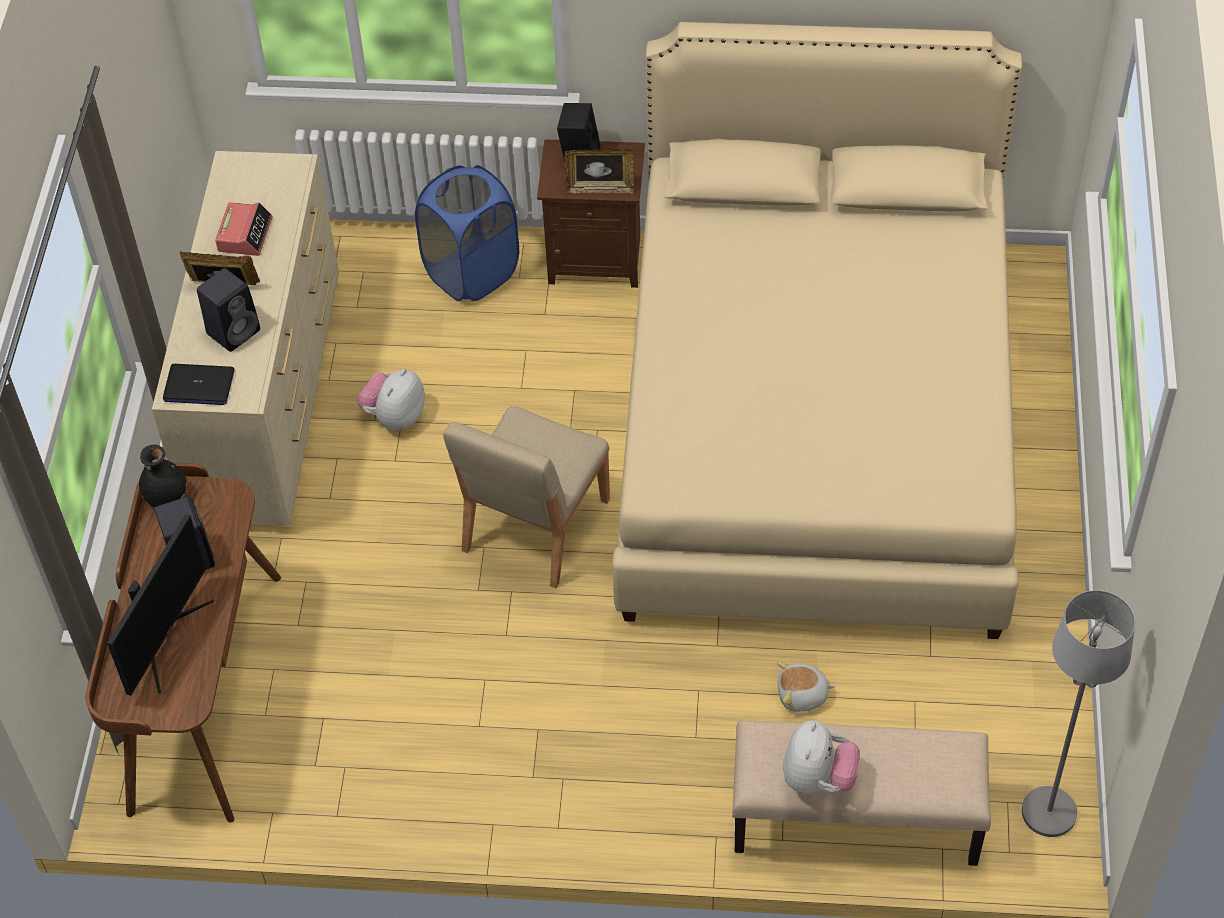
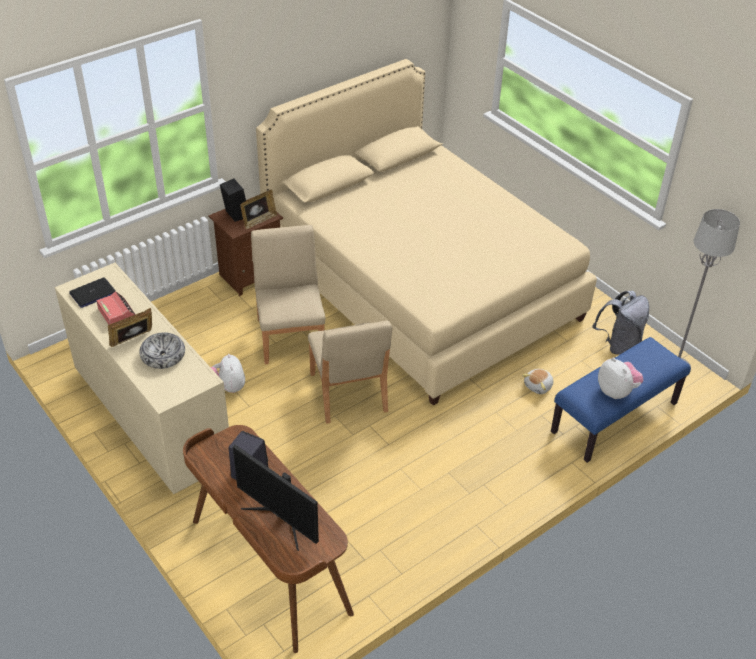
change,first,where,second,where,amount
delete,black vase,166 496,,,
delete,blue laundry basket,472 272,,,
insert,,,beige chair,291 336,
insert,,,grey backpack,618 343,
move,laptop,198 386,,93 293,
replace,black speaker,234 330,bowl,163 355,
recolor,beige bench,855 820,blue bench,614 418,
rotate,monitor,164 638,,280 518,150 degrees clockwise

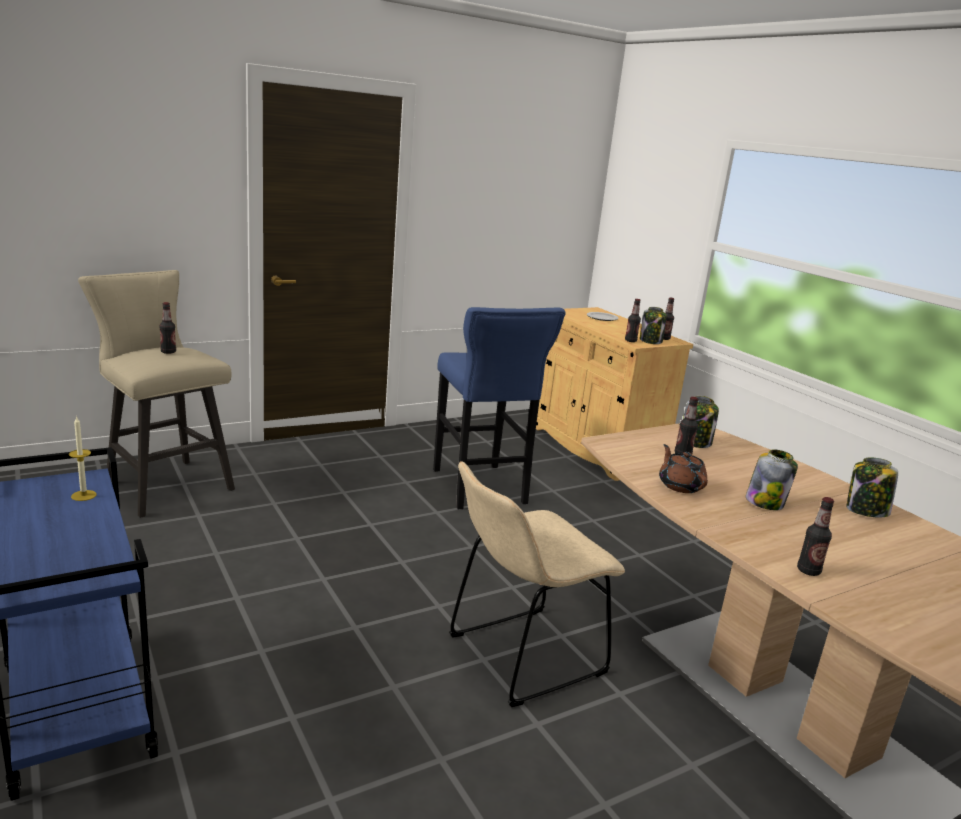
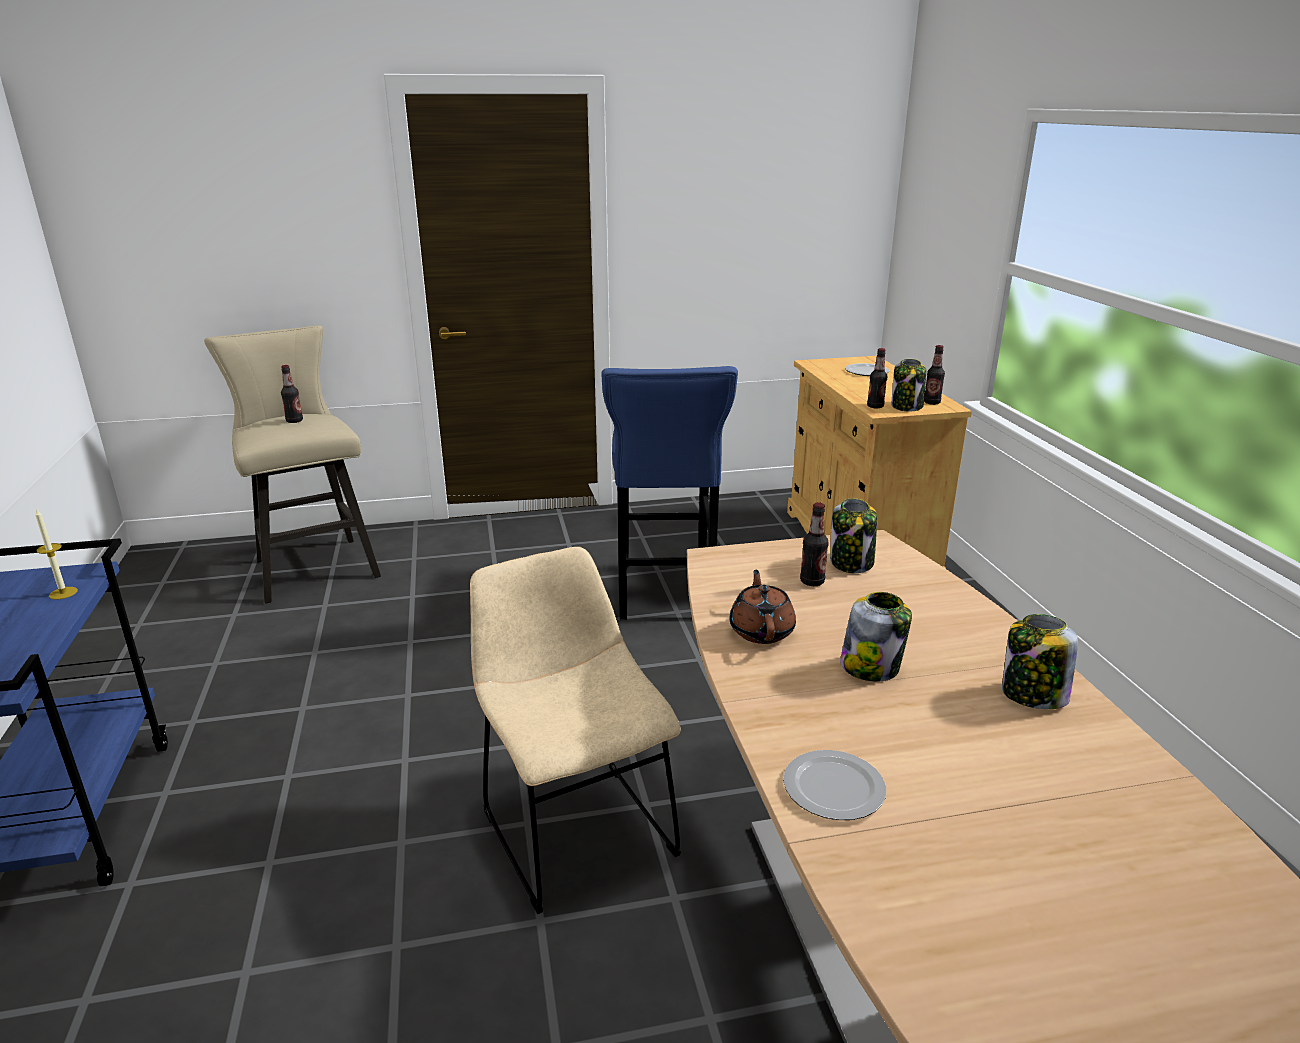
change,first,where,second,where,amount
replace,bottle,808 571,plate,835 787,
rotate,beige chair,519 657,,574 826,75 degrees clockwise

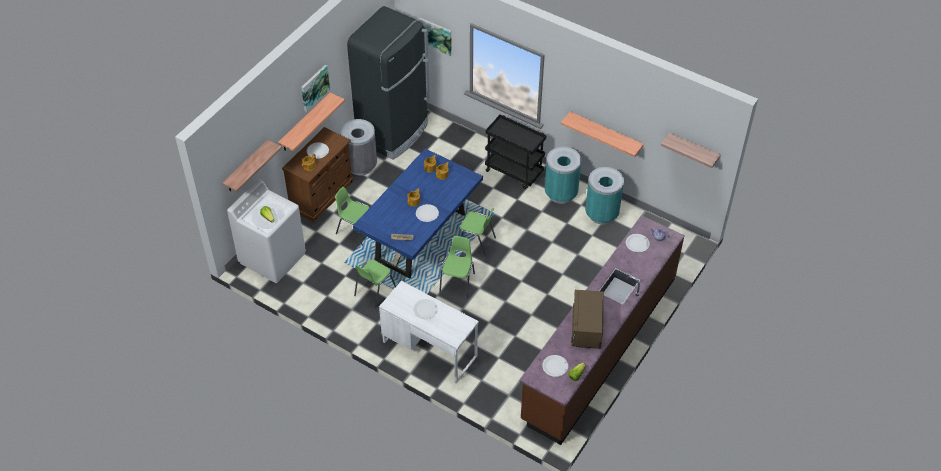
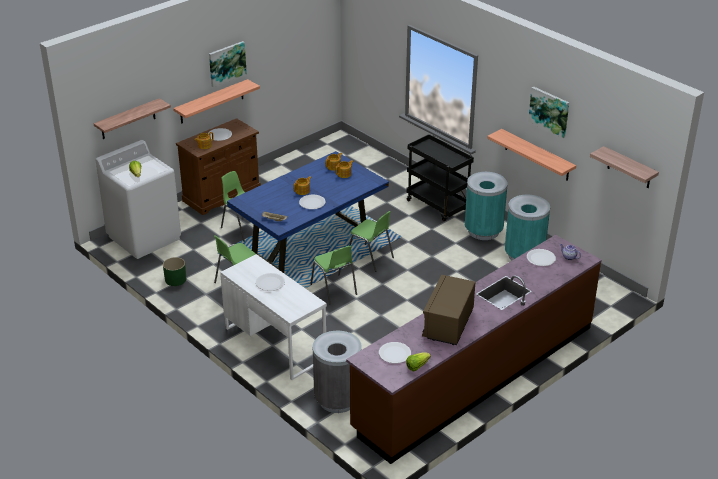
change,first,where,second,where,amount
delete,black fridge,393 133,,,
insert,,,green planter,176 279,
move,grey trash can,360 165,,337 399,
move,picture,436 36,,549 111,
rotate,green chair,458 282,,334 290,120 degrees clockwise

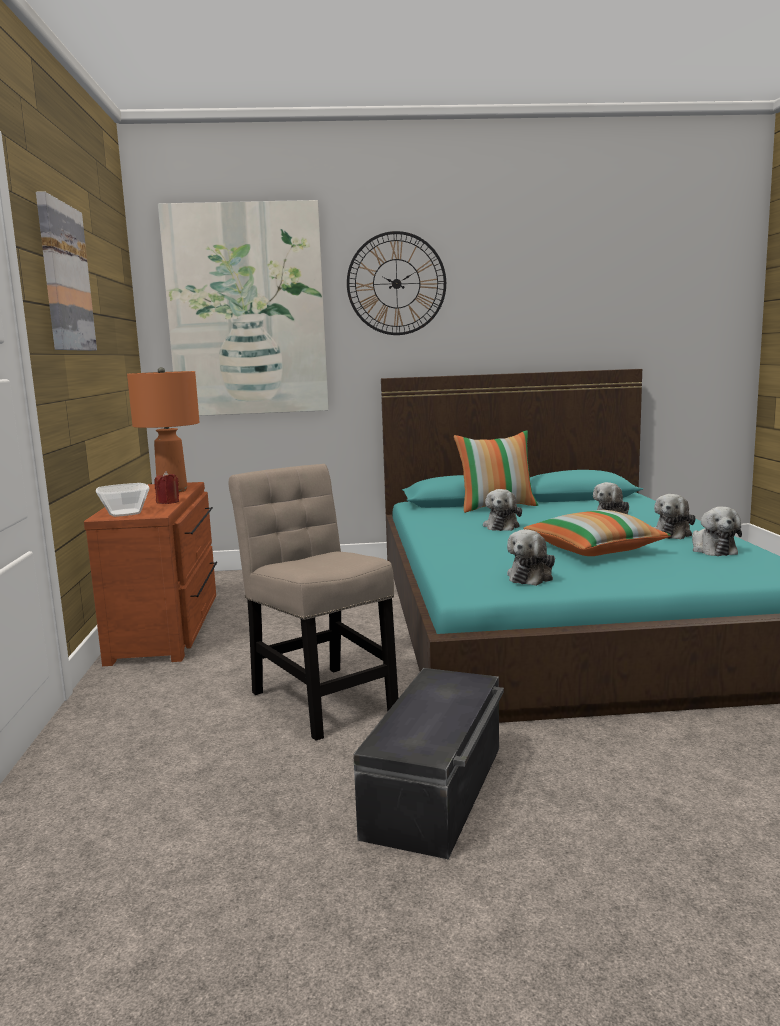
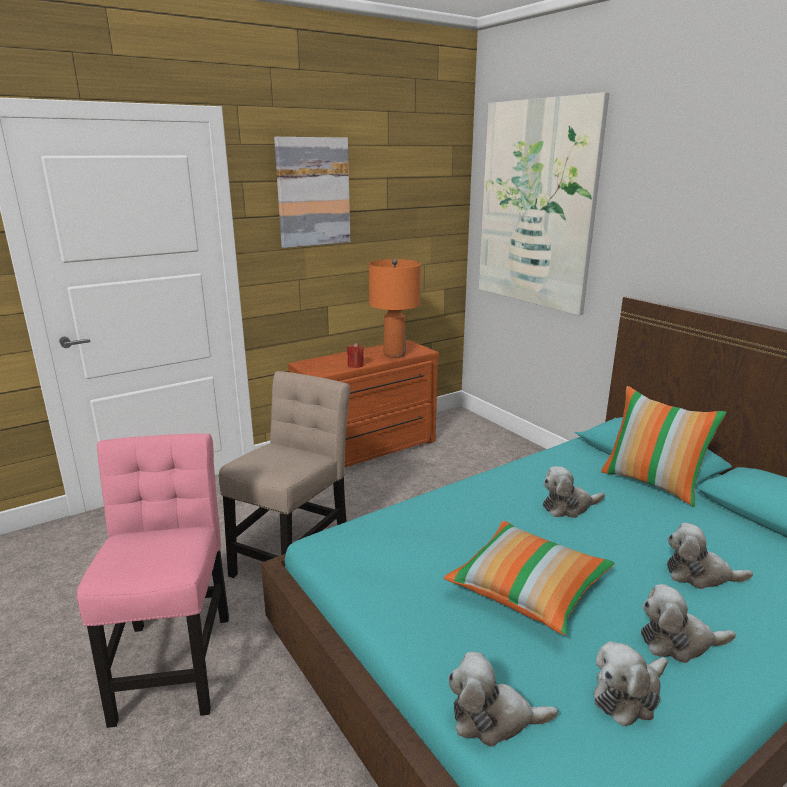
change,first,where,second,where,amount
delete,bowl,125 513,,,
delete,wall clock,396 283,,,
move,plush toy,532 576,,493 718,
replace,black storage box,438 790,pink chair,174 659,

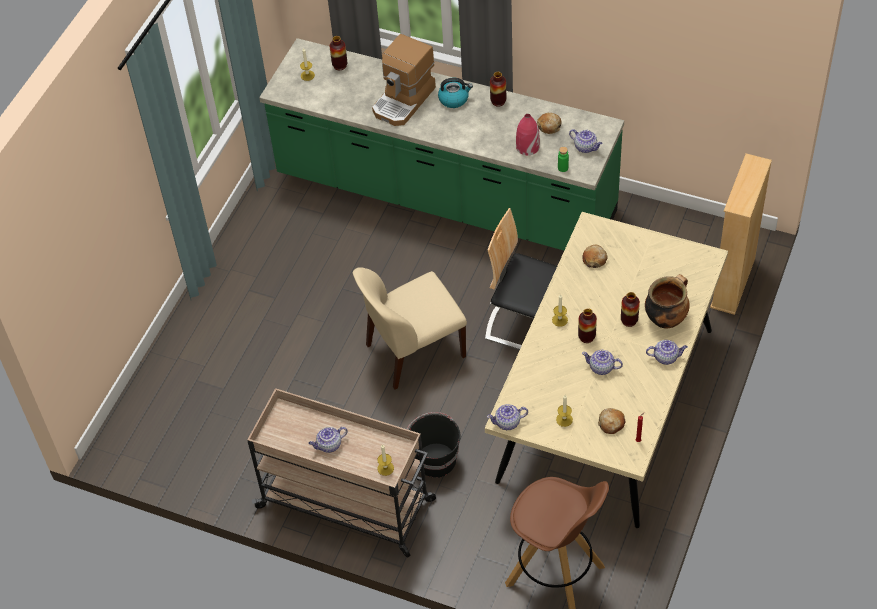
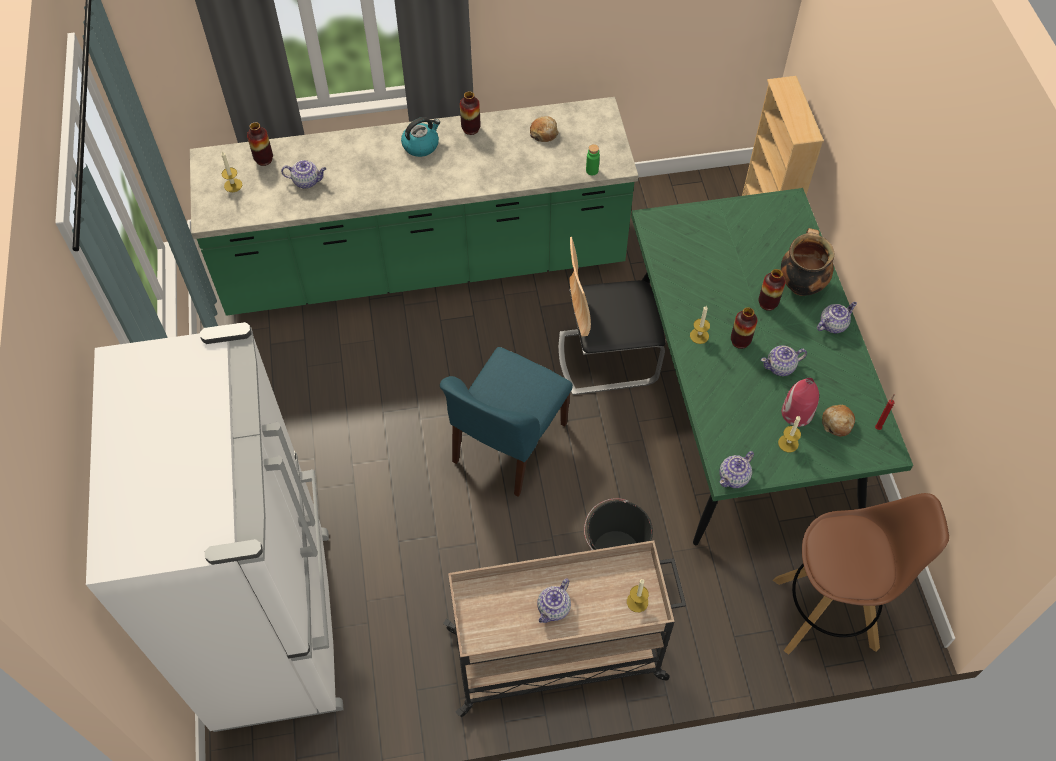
change,first,where,second,where,amount
delete,coffee machine,404 101,,,
delete,bread,594 259,,,
insert,,,white fridge,277 626,
move,red vase,527 147,,796 413,
move,teapot,586 147,,307 181,
recolor,beige chair,413 351,blue chair,508 444,
recolor,beige dining table,606 405,green dining table,740 405,

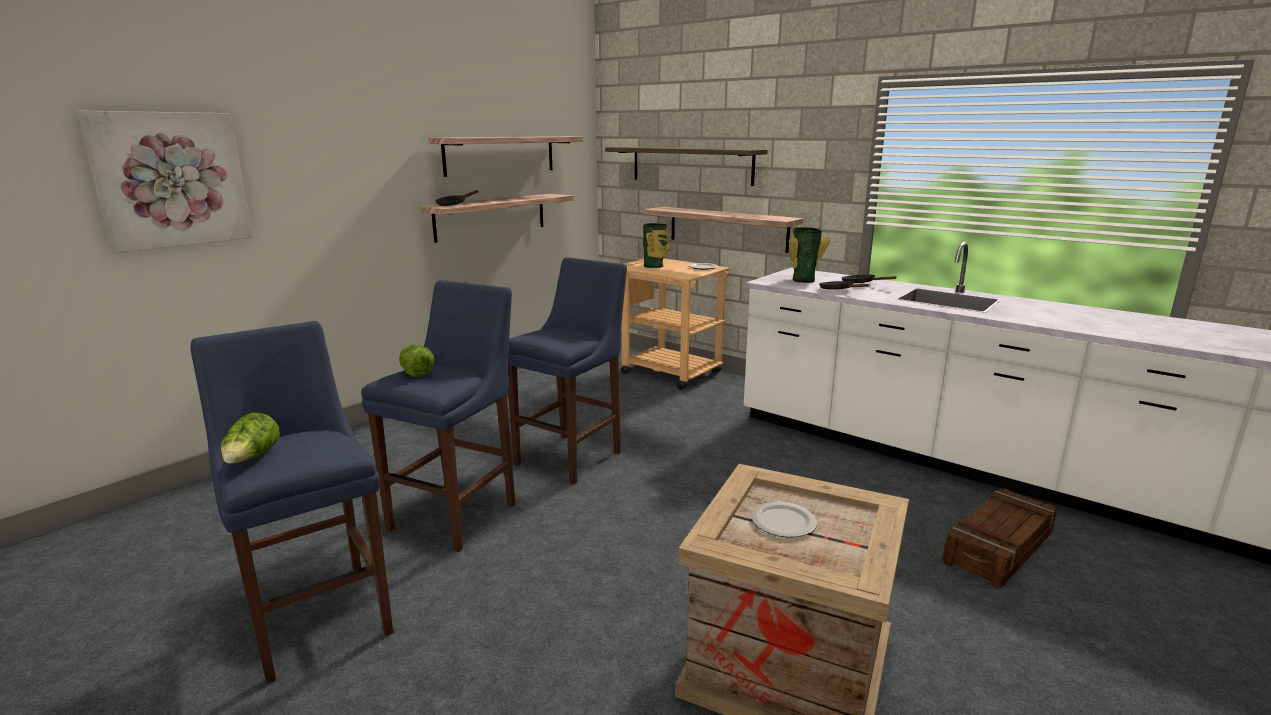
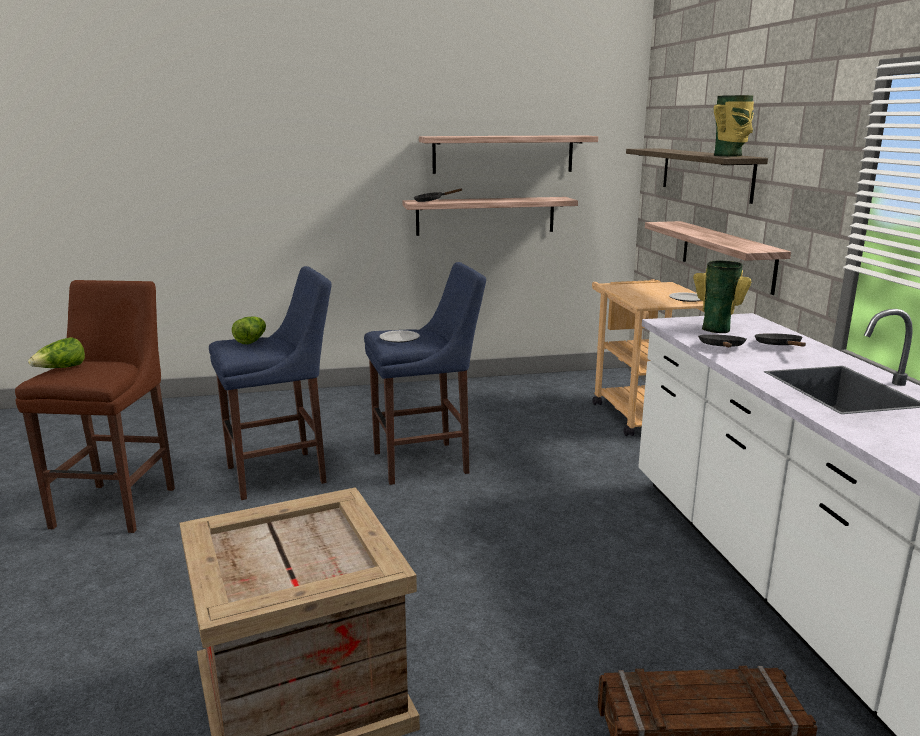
change,first,where,second,where,amount
delete,picture,170 180,,,
move,vase,655 266,,729 155,
move,plate,784 522,,400 338,
recolor,blue stool,318 617,brown stool,119 504,

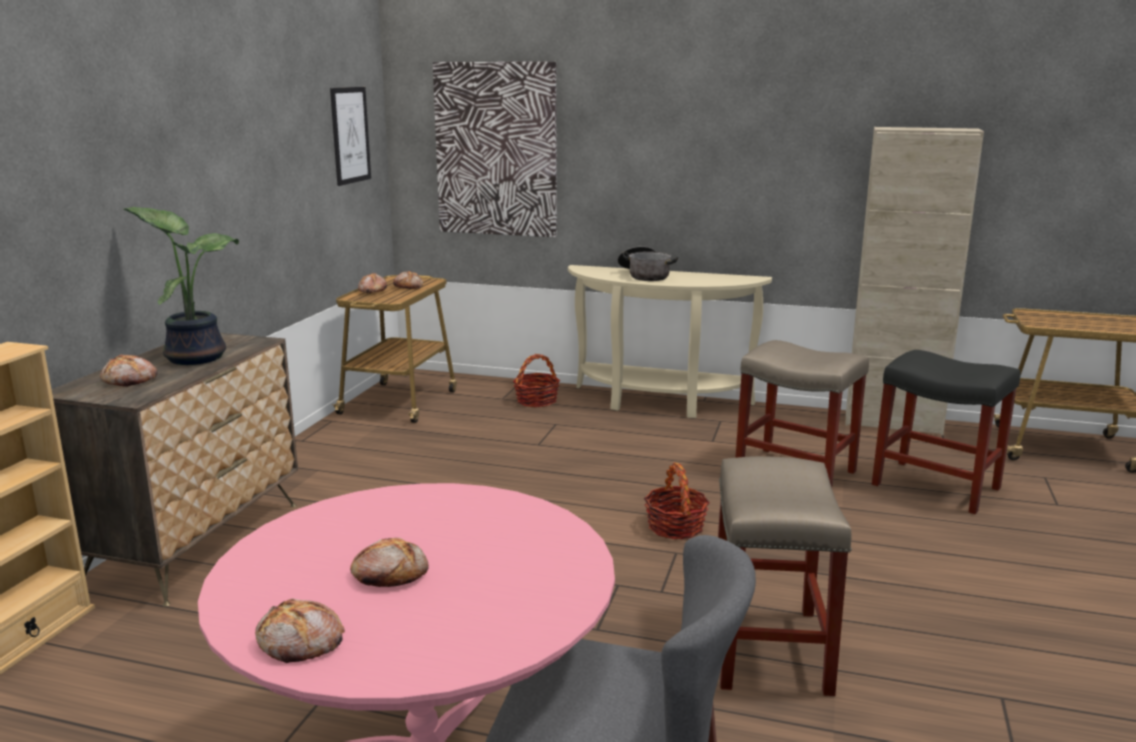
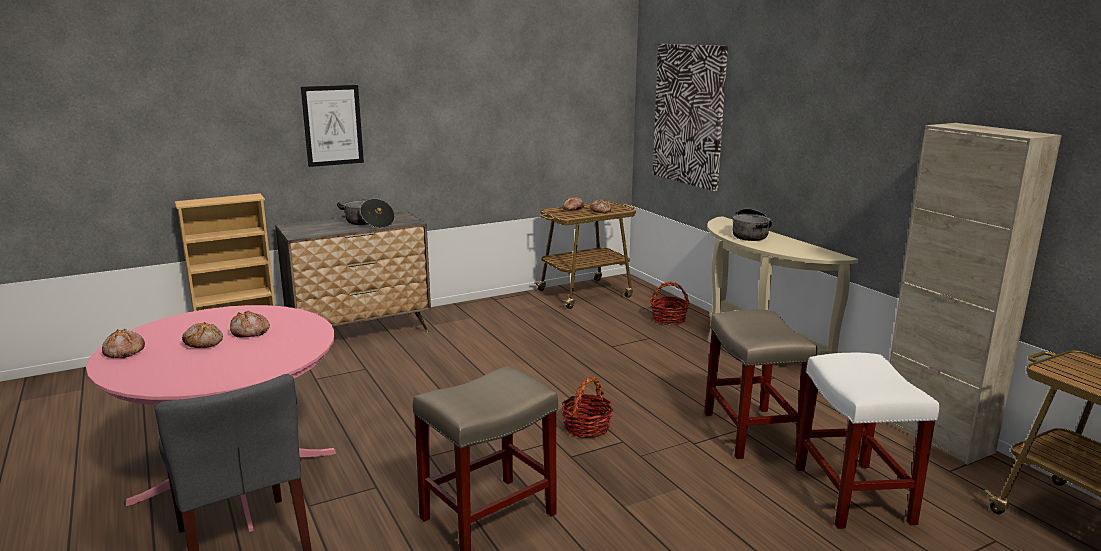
change,first,where,second,where,amount
move,bread,130 380,,249 332,
move,picture,350 135,,333 125,
replace,potted plant,196 357,cooking pot,368 223,
recolor,black stool,937 487,white stool,854 496,

